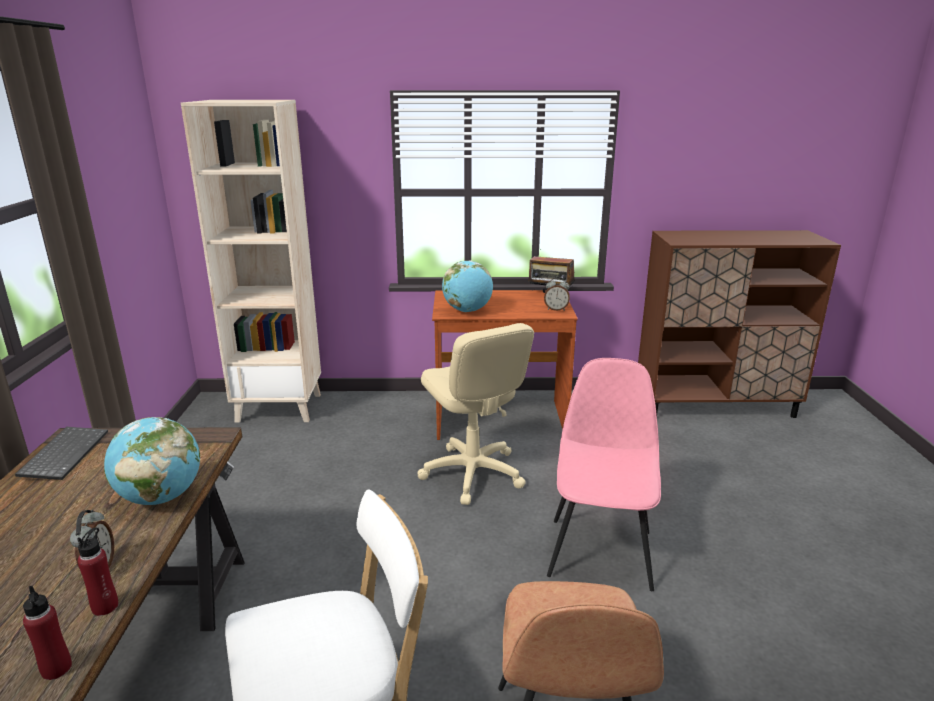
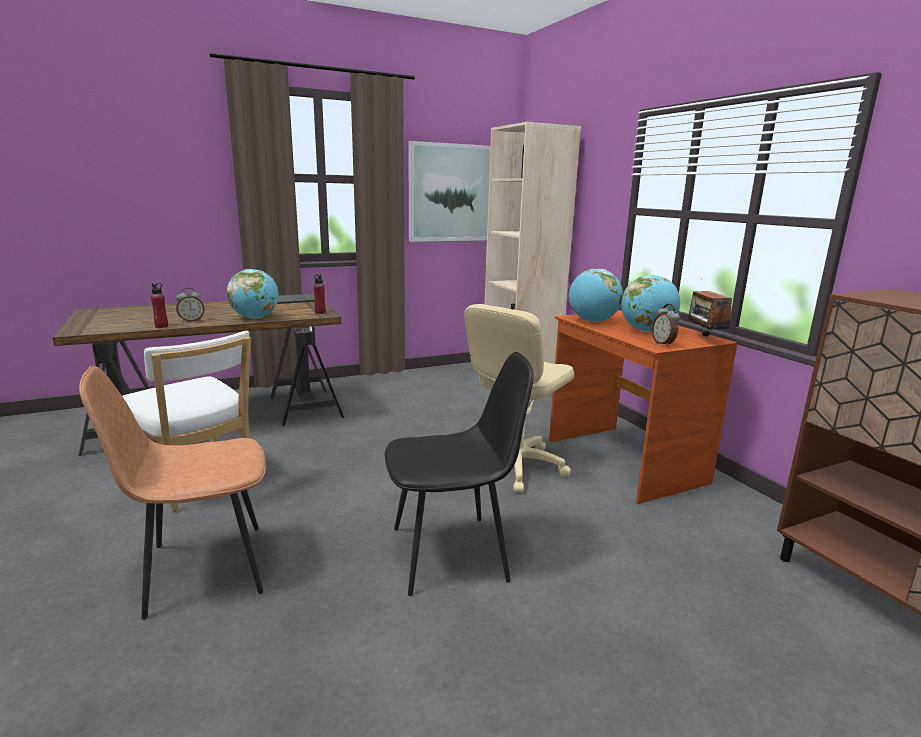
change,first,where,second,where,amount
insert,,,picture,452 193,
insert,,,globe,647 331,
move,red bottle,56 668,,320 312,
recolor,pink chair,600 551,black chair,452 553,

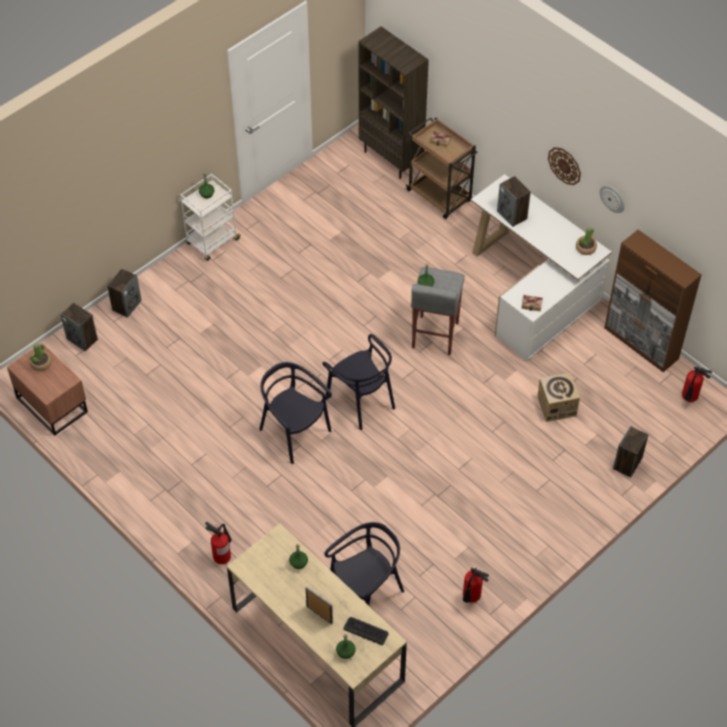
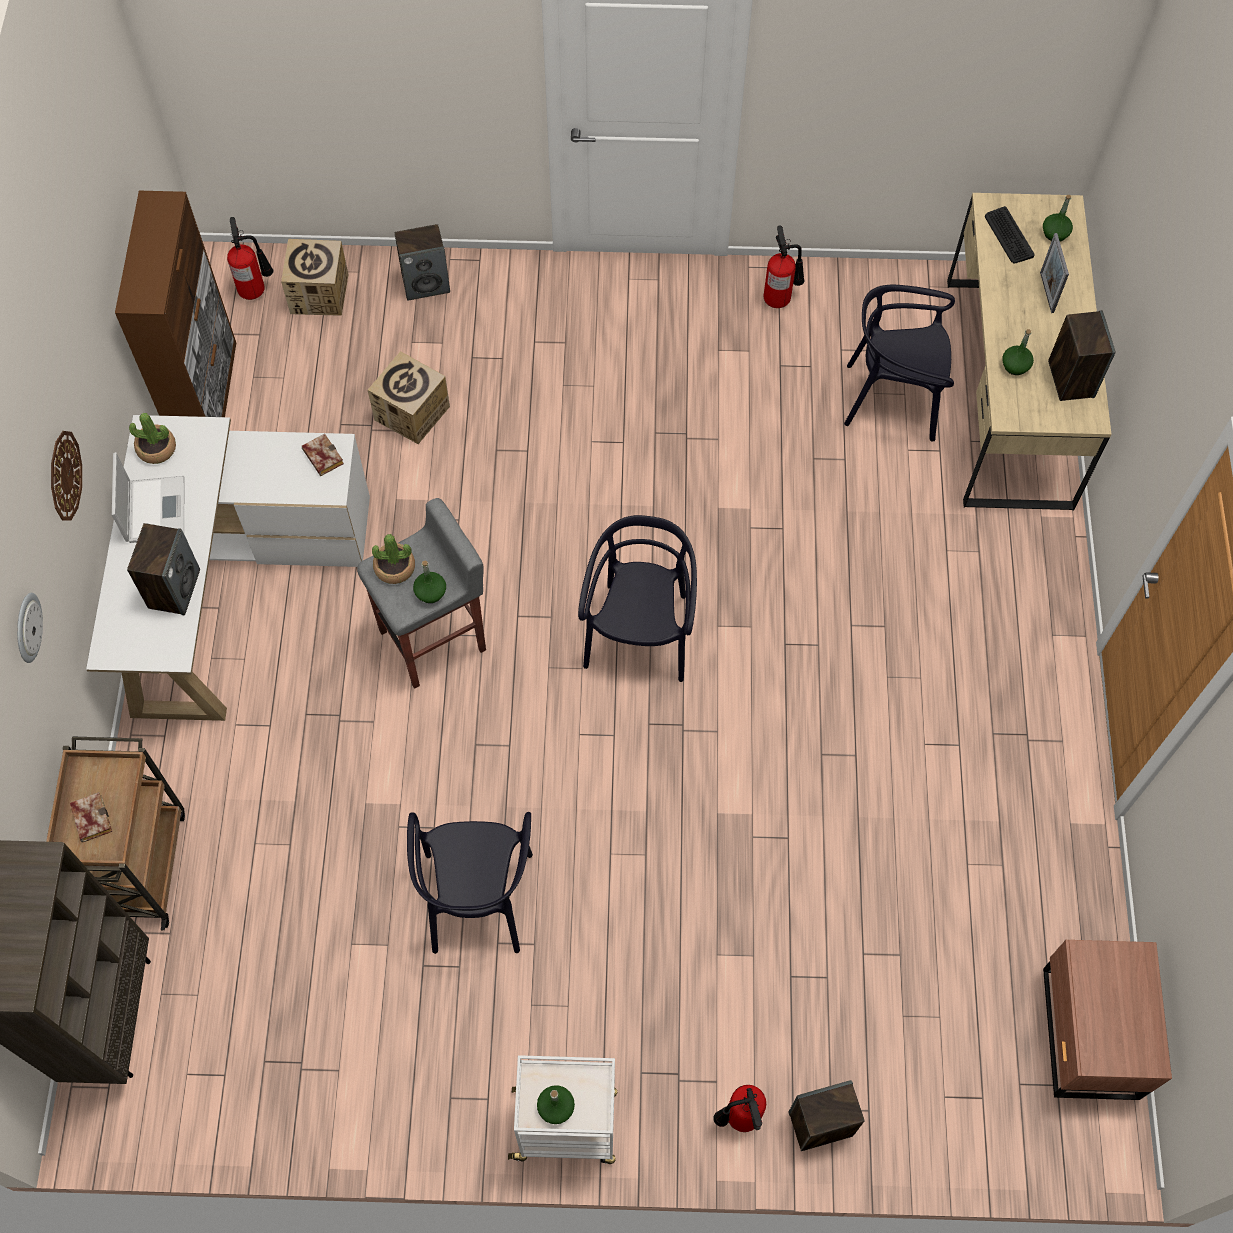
change,first,where,second,where,amount
insert,,,laptop,155 508,
insert,,,cardboard box,319 294,
move,potted plant,41 363,,394 568,
move,speaker,82 339,,1070 379,
move,fire extinguisher,222 555,,738 1119,
move,black chair,294 432,,477 899,
move,wall clock,612 198,,27 627,

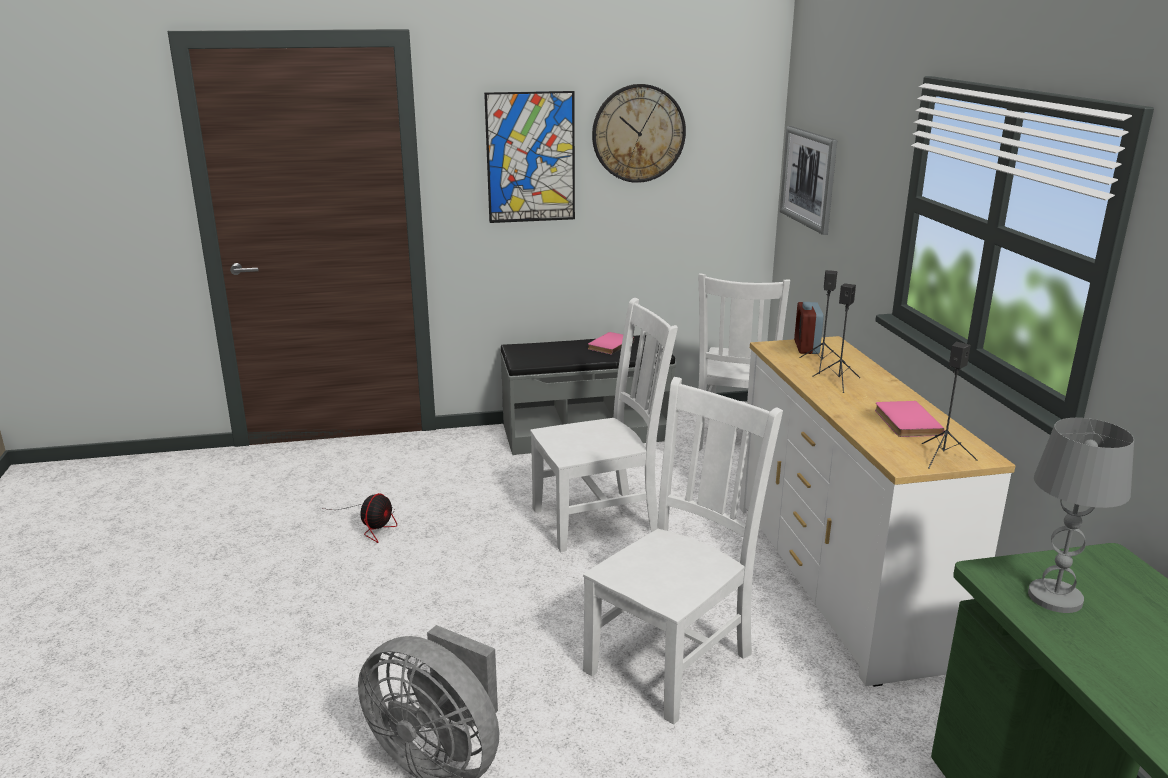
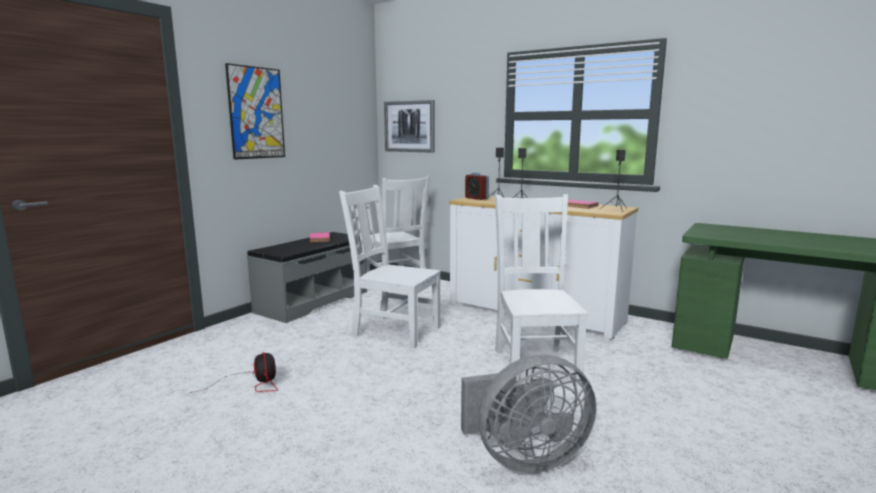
change,first,where,second,where,amount
delete,wall clock,638 133,,,
delete,grey table lamp,1055 597,,,
rotate,white chair,600 519,,393 331,90 degrees counterclockwise

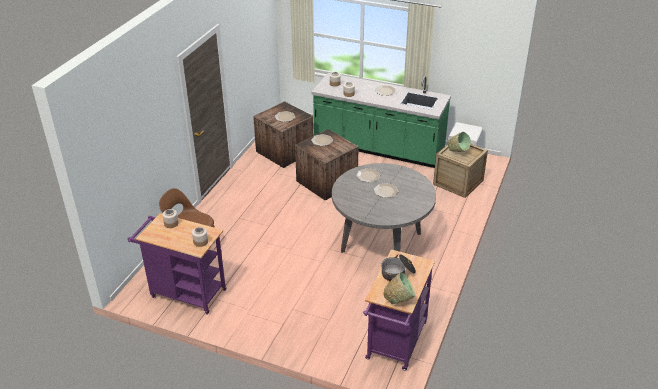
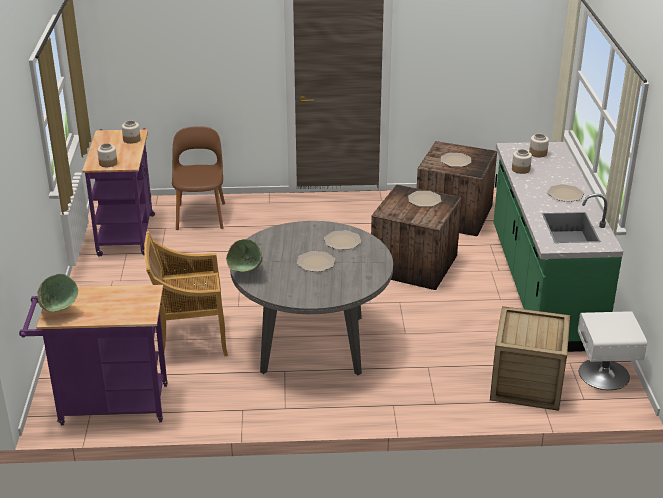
change,first,where,second,where,amount
delete,cooking pot,398 273,,,
insert,,,beige chair,190 338,
move,green bowl,458 152,,247 274,

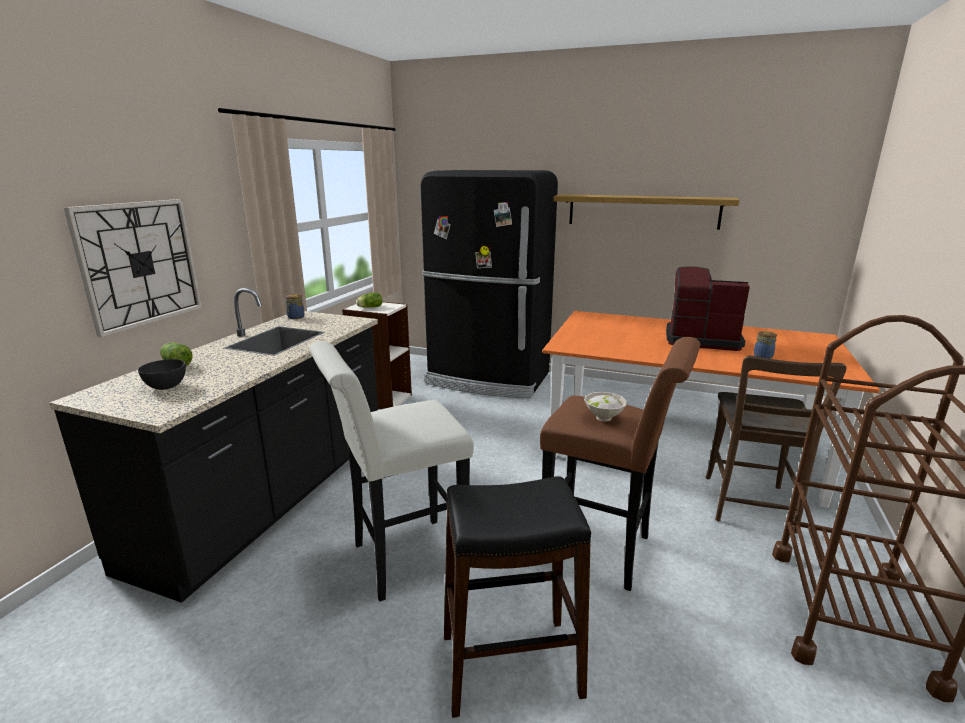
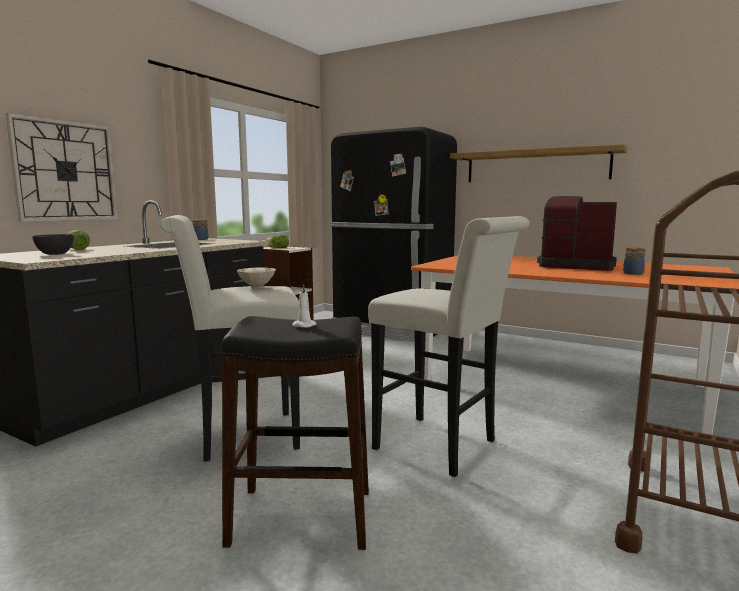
change,first,where,second,where,amount
delete,brown chair,749 507,,,
insert,,,white candle,303 325,
move,white bowl,604 417,,258 287,
recolor,brown stool,604 551,white stool,443 447,

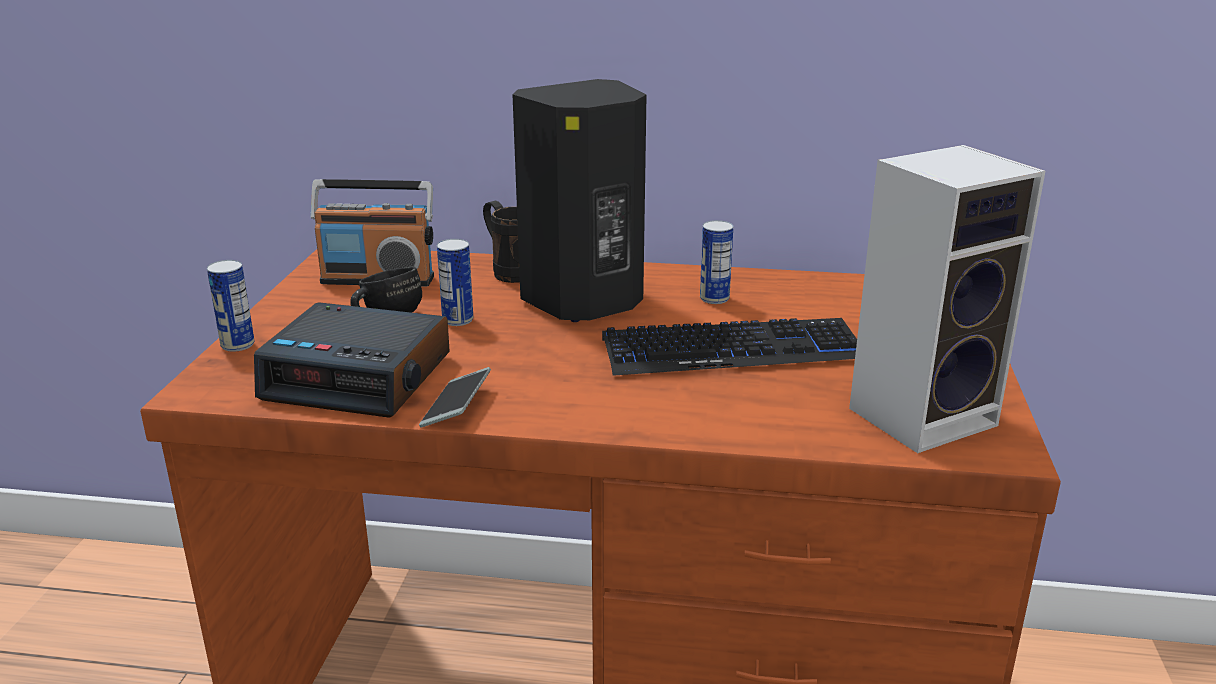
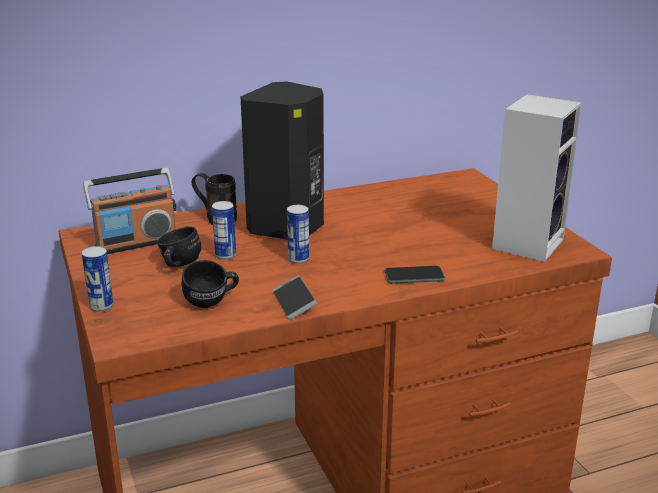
change,first,where,second,where,amount
delete,keyboard,731 350,,,
insert,,,phone,414 276,
move,can,714 298,,298 259,
replace,alarm clock,360 376,black mug,212 303,

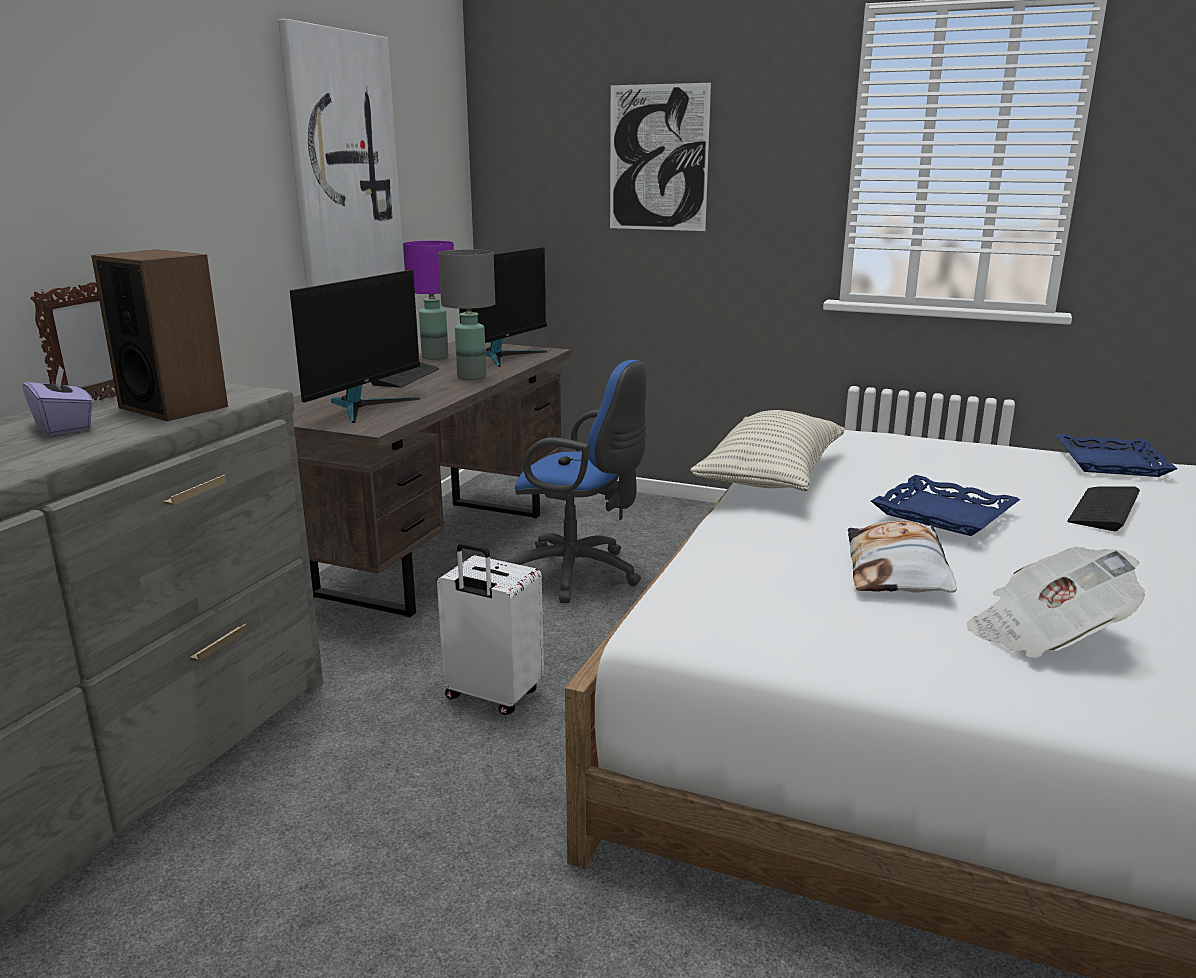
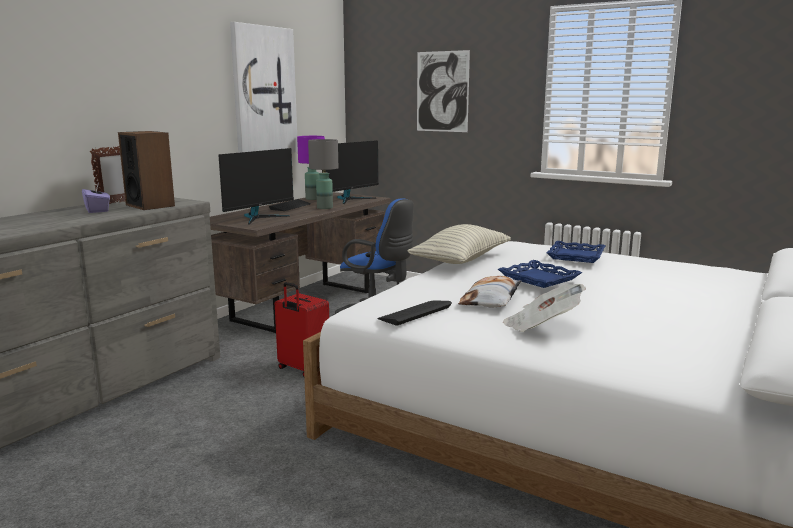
change,first,where,second,where,amount
move,blue tray,1110 462,,575 256,
move,keyboard,1103 509,,415 313,
recolor,white suitcase,492 696,red suitcase,302 369,

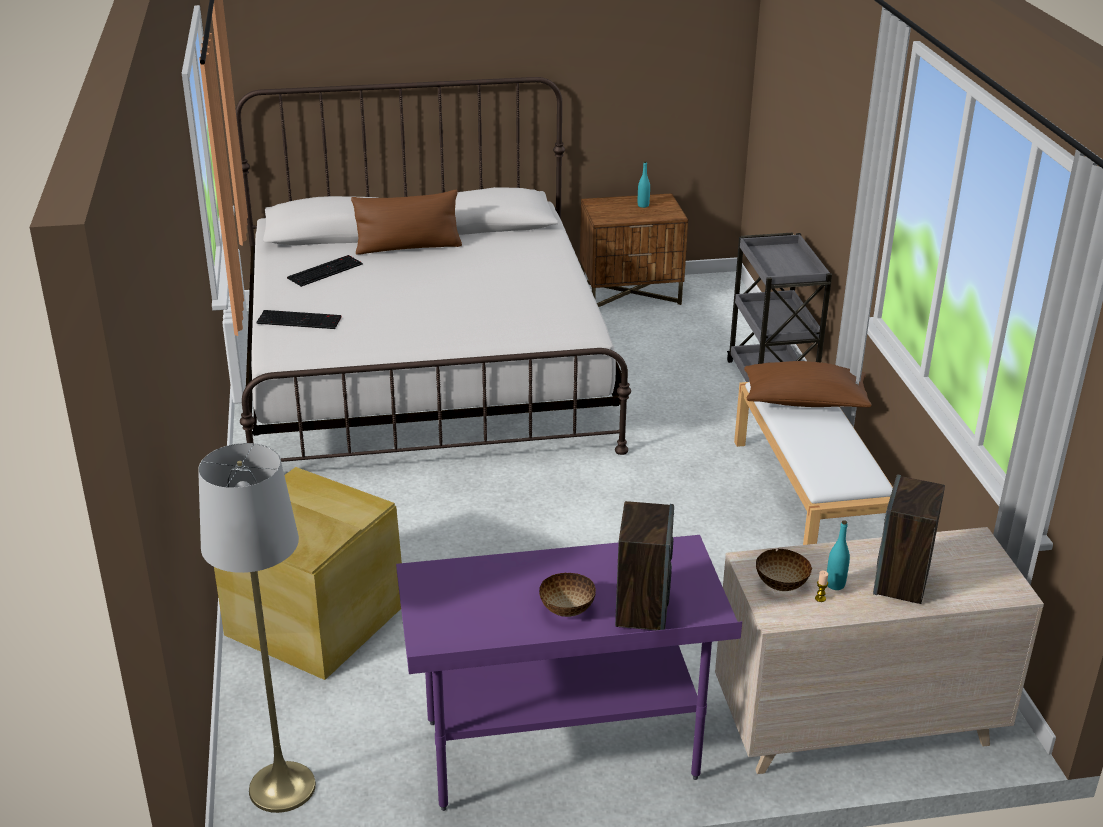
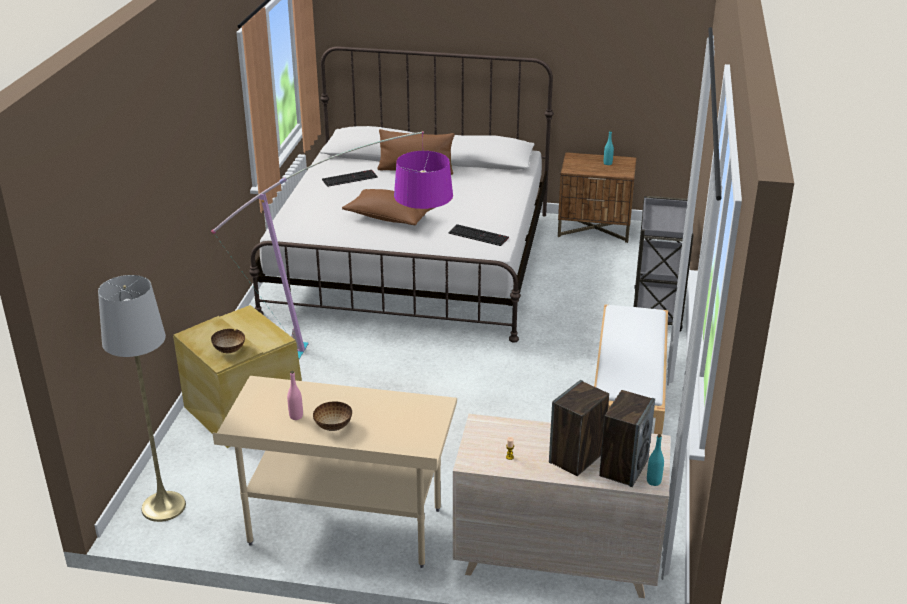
change,first,where,second,where,amount
insert,,,floor lamp,361 358,
insert,,,pink bottle,296 416,
move,keyboard,300 320,,479 235,
move,speaker,641 608,,623 467,
move,brown pillow,804 402,,388 218,
move,bowl,782 585,,229 350,
move,turquoise bottle,835 584,,653 481,
recolor,purple desk,561 751,beige desk,345 527,

